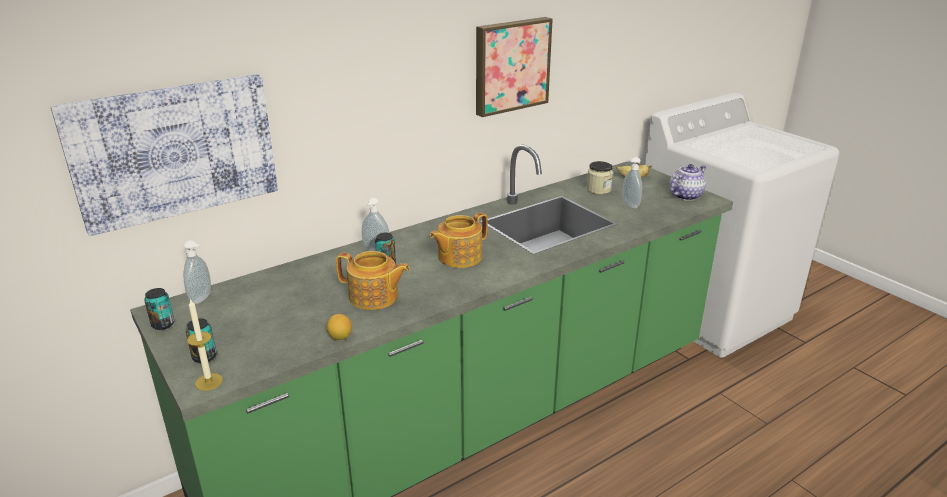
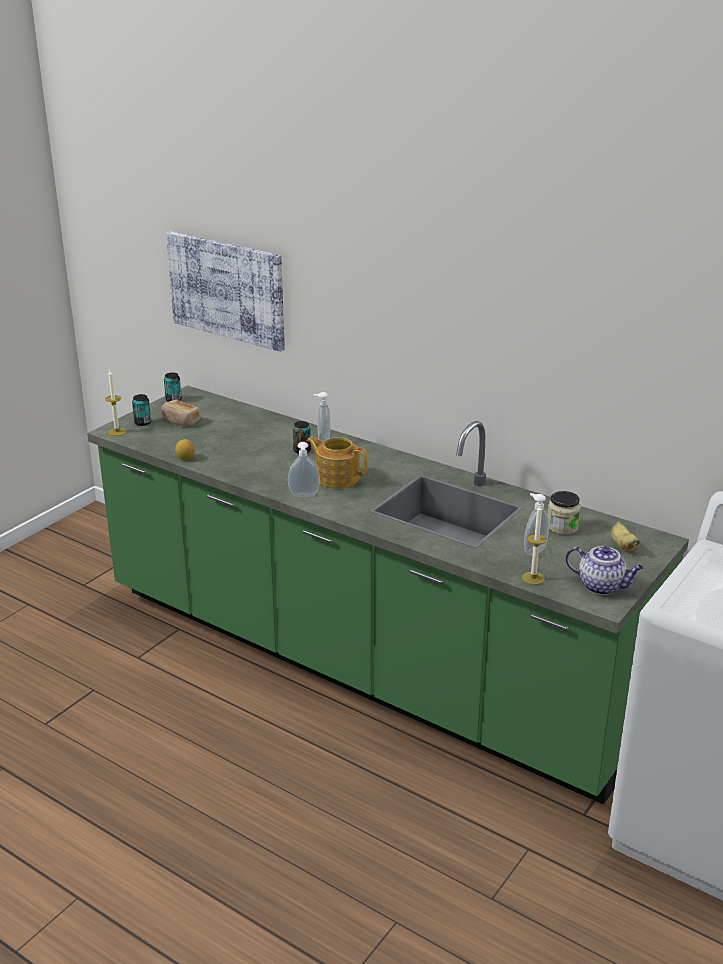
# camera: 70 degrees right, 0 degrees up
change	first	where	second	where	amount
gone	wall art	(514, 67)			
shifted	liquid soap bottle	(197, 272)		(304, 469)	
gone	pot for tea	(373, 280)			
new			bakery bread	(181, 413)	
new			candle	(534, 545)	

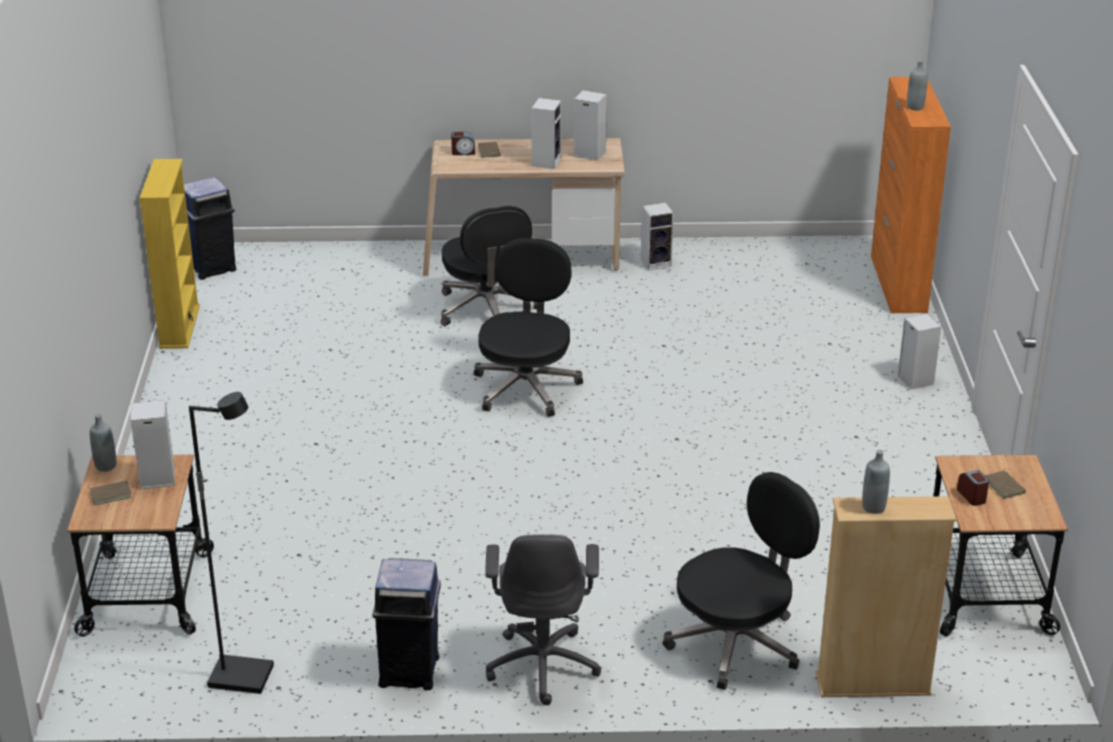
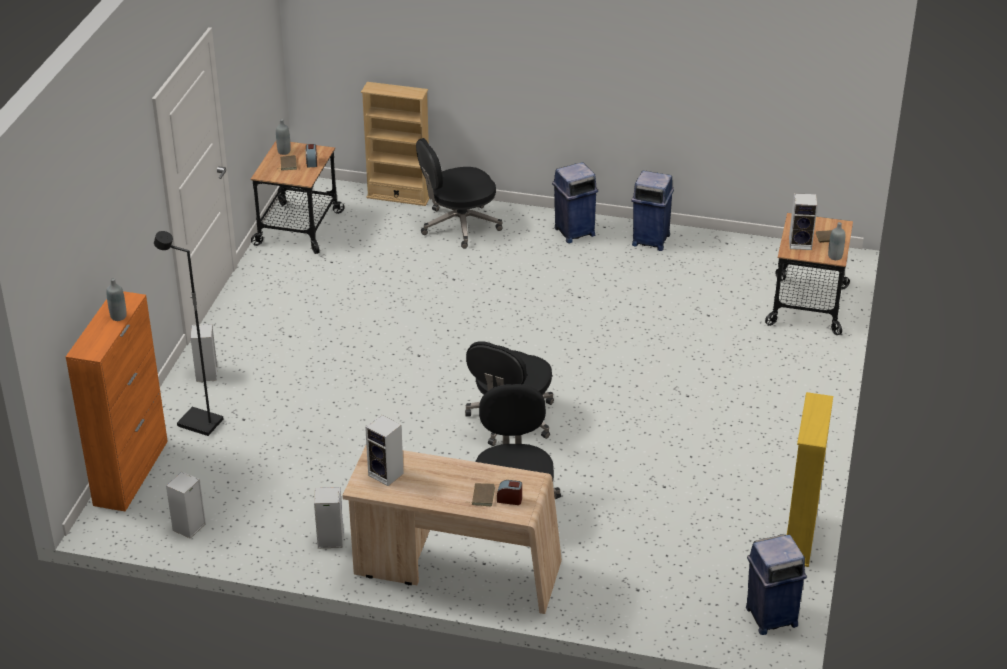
# camera: 165 degrees left, 5 degrees up
change	first	where	second	where	amount
shifted	audio speaker	(546, 133)		(186, 505)	
shifted	blackish standard lamp	(231, 543)		(188, 333)	
shifted	greyish beverage bottle	(876, 482)		(283, 137)	
swapped	greyish computer chair	(543, 619)	blue-coloured trash can	(575, 202)	

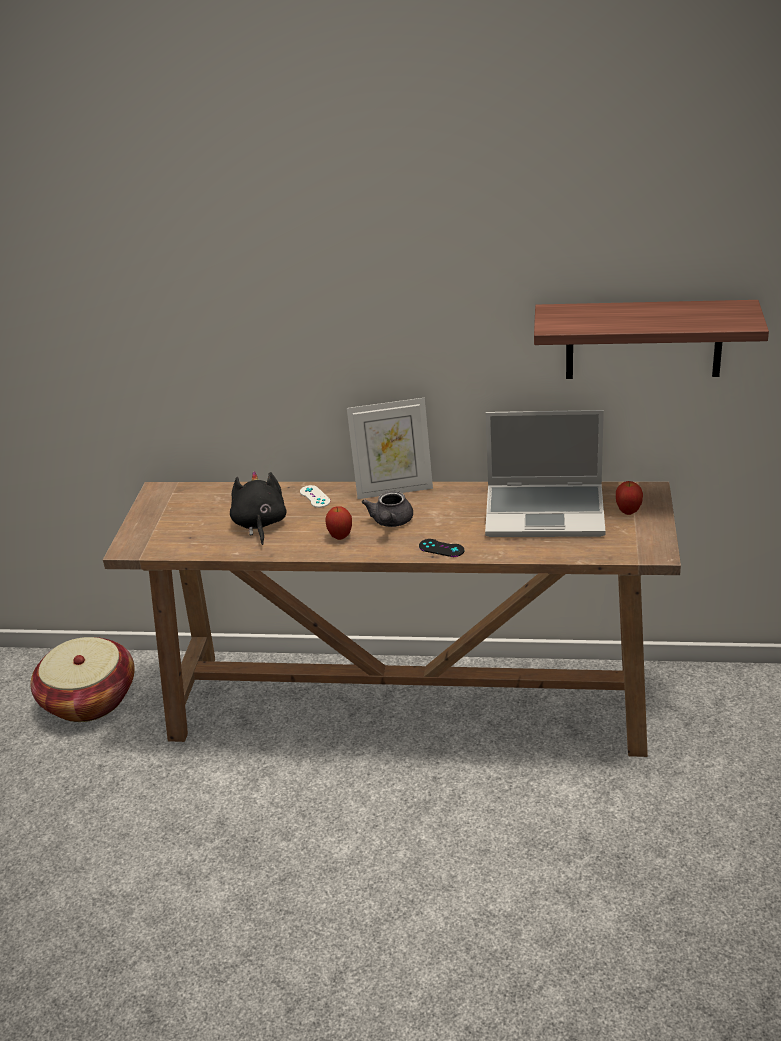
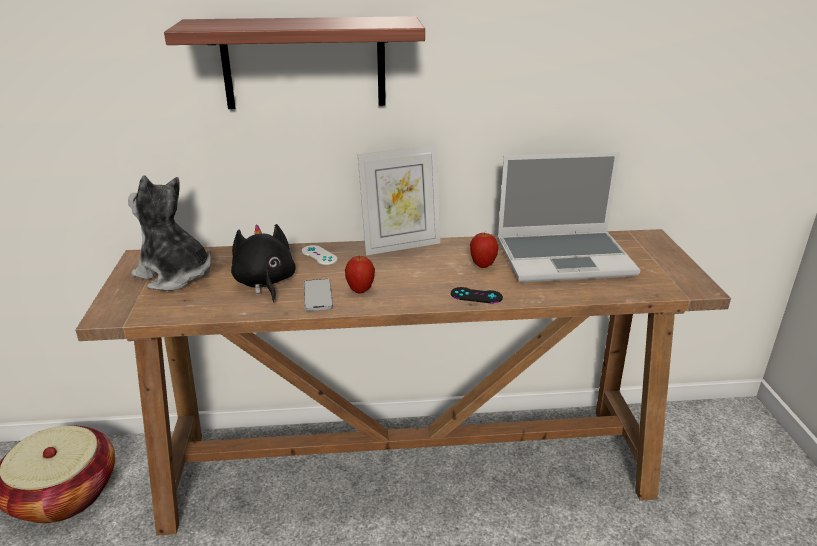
# camera: 15 degrees left, 5 degrees down
change	first	where	second	where	amount
shifted	wall shelf	(651, 339)		(294, 62)	
shifted	apple	(629, 498)		(484, 250)	
gone	greyish pot for tea	(387, 509)			
new			plush toy	(169, 233)	
new			telephone	(318, 295)	

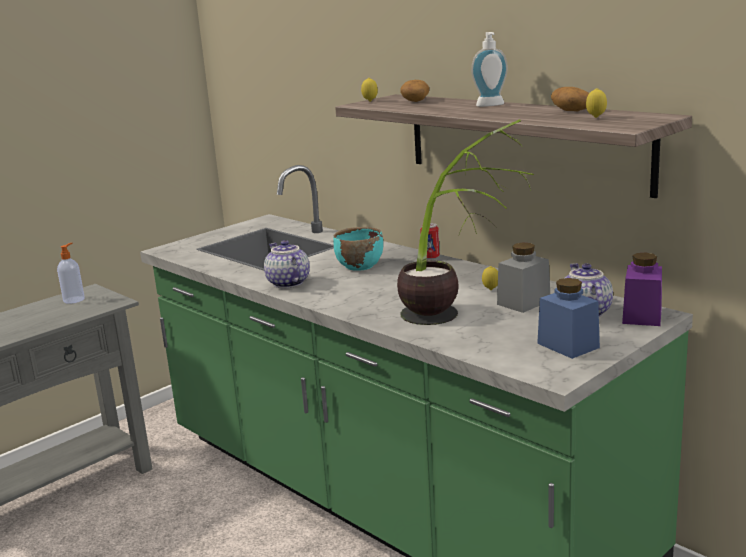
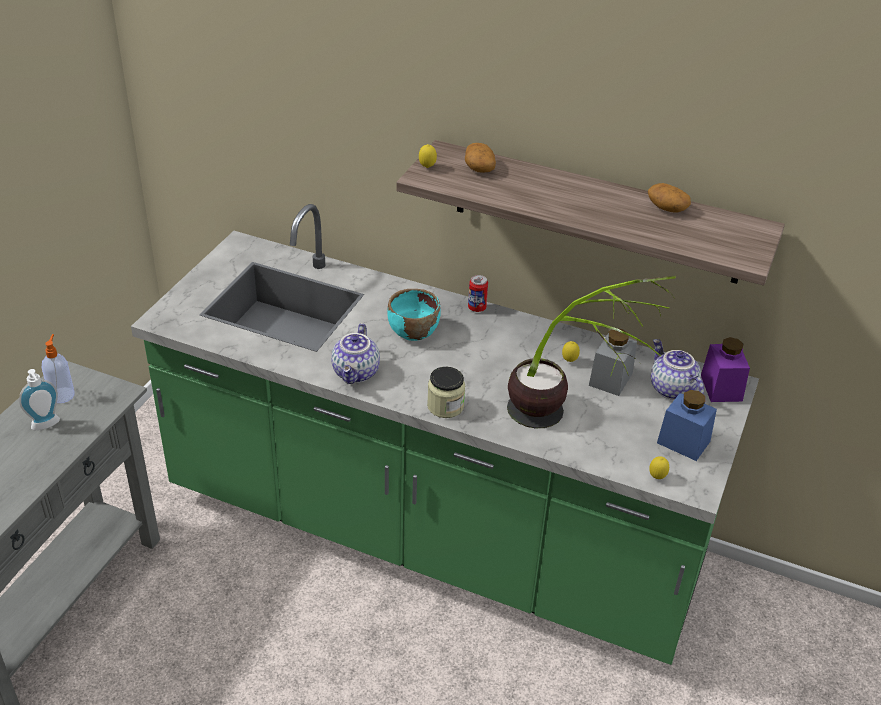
# camera: 25 degrees left, 20 degrees up
change	first	where	second	where	amount
shifted	liquid soap bottle	(489, 69)		(39, 399)	
shifted	lemon	(596, 103)		(659, 467)	
rotated	pot for tea	(287, 264)		(355, 353)	120 degrees counterclockwise
new			preserve jar	(446, 392)	

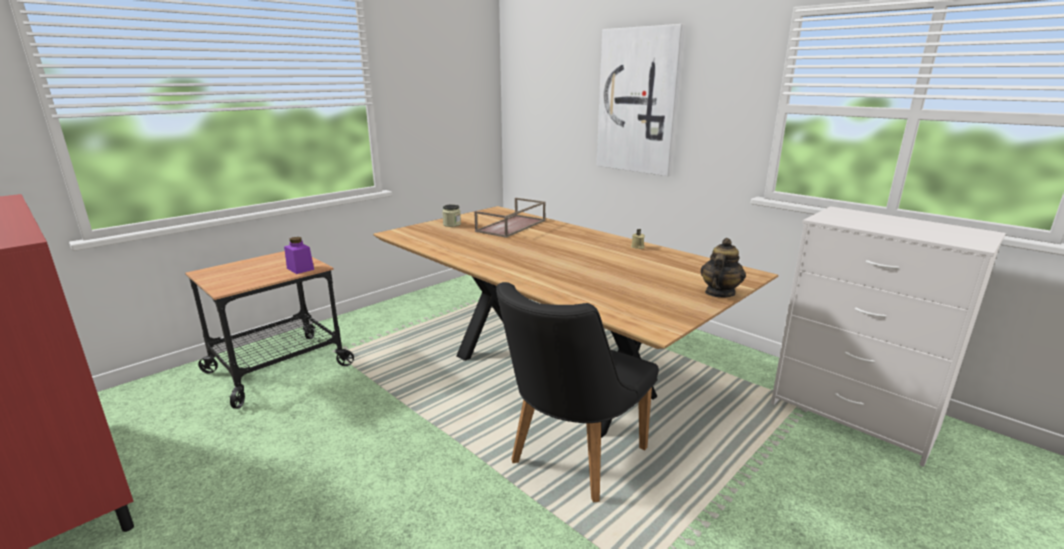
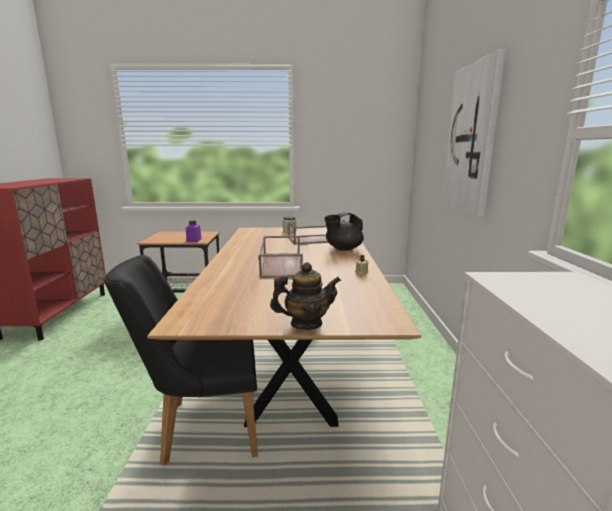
# camera: 45 degrees right, 5 degrees down
change	first	where	second	where	amount
new			blackish pot for tea	(344, 231)	
new			brown tray	(281, 257)	

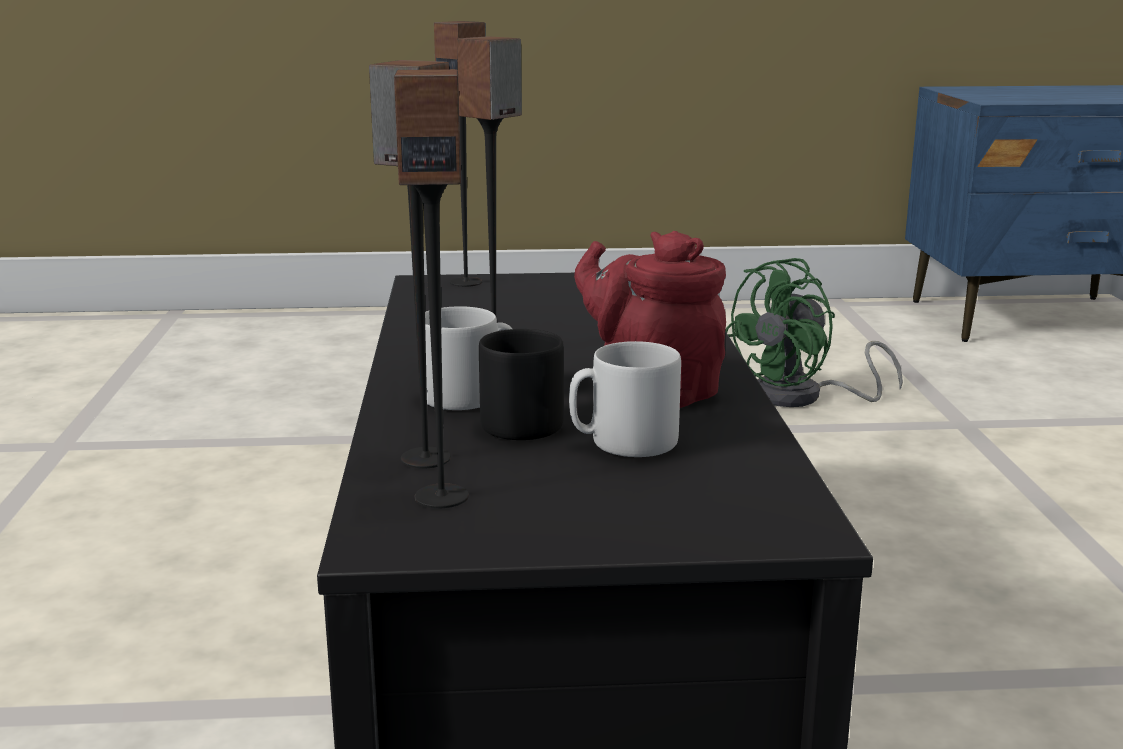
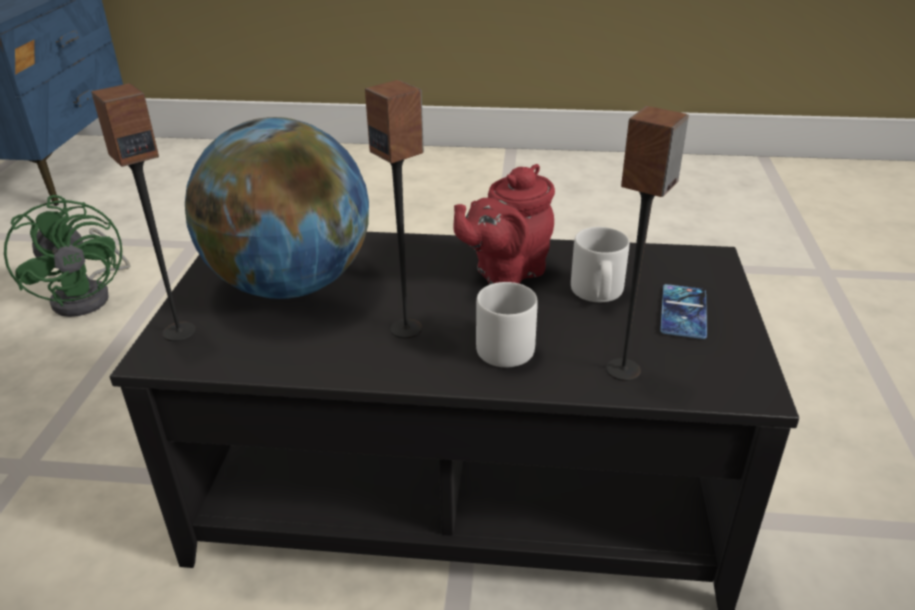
# camera: 80 degrees left, 15 degrees up
change	first	where	second	where	amount
gone	audio speaker	(431, 288)			
gone	blackish coffee mug	(521, 384)			
new			globe	(277, 208)	
new			telephone	(683, 311)	

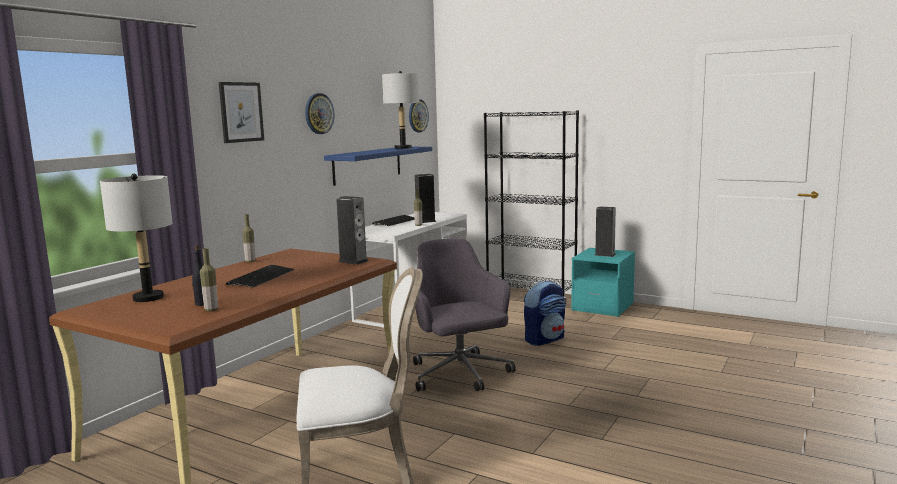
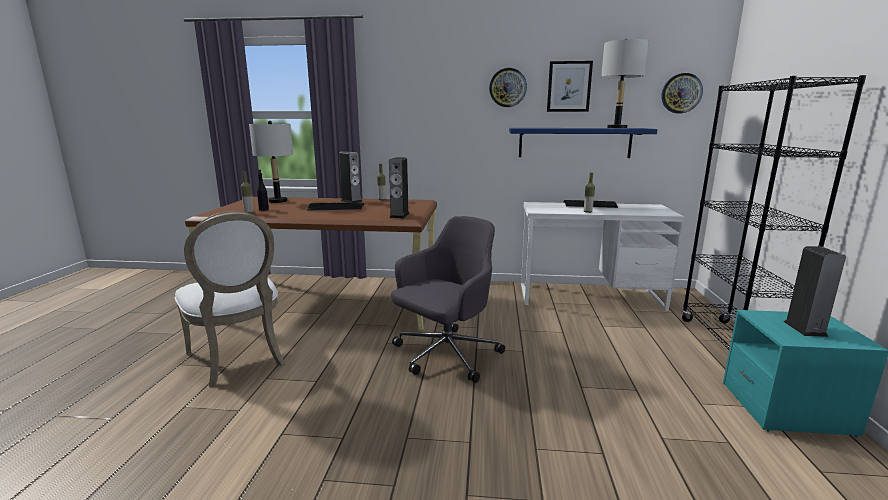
# camera: 65 degrees right, 5 degrees up
change	first	where	second	where	amount
shifted	wall art	(241, 112)		(570, 86)	
shifted	audio speaker	(425, 198)		(350, 177)	
gone	knapsack	(545, 313)			

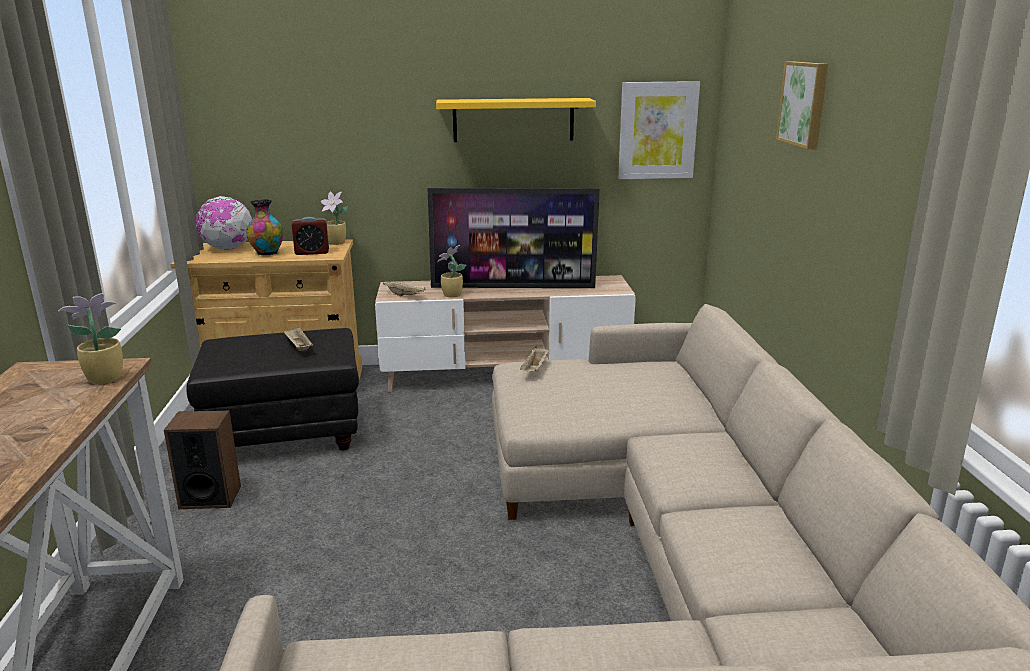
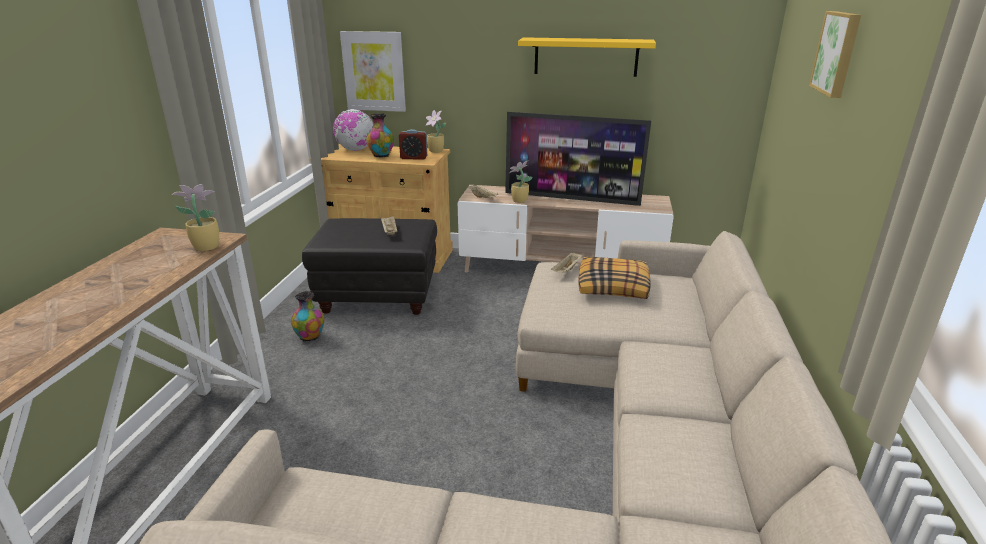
# camera: 15 degrees right, 5 degrees up
change	first	where	second	where	amount
shifted	wall art	(659, 130)		(373, 71)	
swapped	audio speaker	(202, 459)	flower vase	(307, 316)	
new			pillow	(614, 277)	

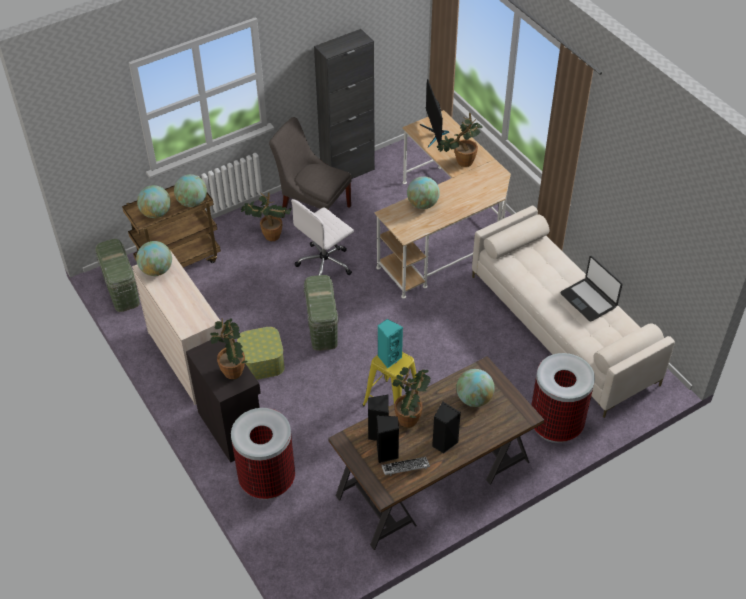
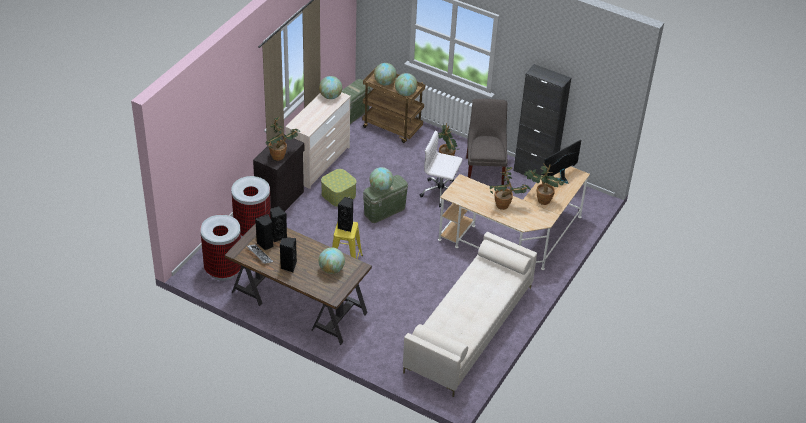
# camera: 60 degrees right, 5 degrees down
change	first	where	second	where	amount
shifted	globe	(423, 192)		(381, 179)	
gone	laptop	(591, 289)			
repainted	blue-green audio speaker	(390, 343)	blackish audio speaker	(345, 214)	
shifted	trash can	(563, 398)		(220, 248)	
shifted	potted plant	(412, 397)		(510, 188)	

